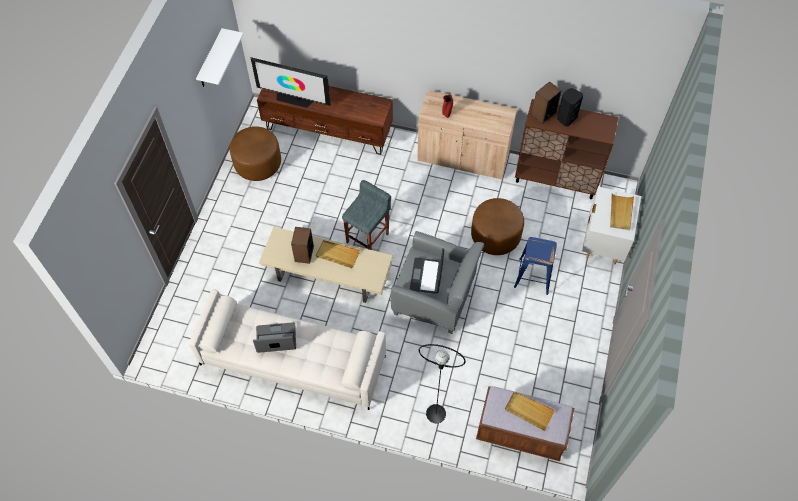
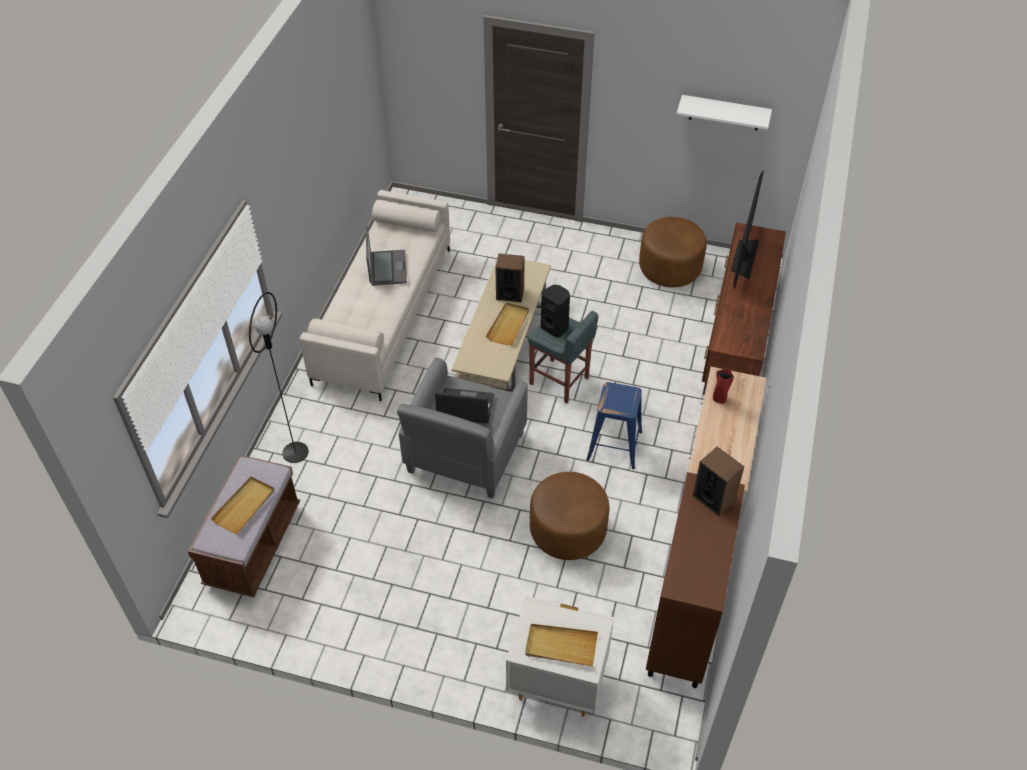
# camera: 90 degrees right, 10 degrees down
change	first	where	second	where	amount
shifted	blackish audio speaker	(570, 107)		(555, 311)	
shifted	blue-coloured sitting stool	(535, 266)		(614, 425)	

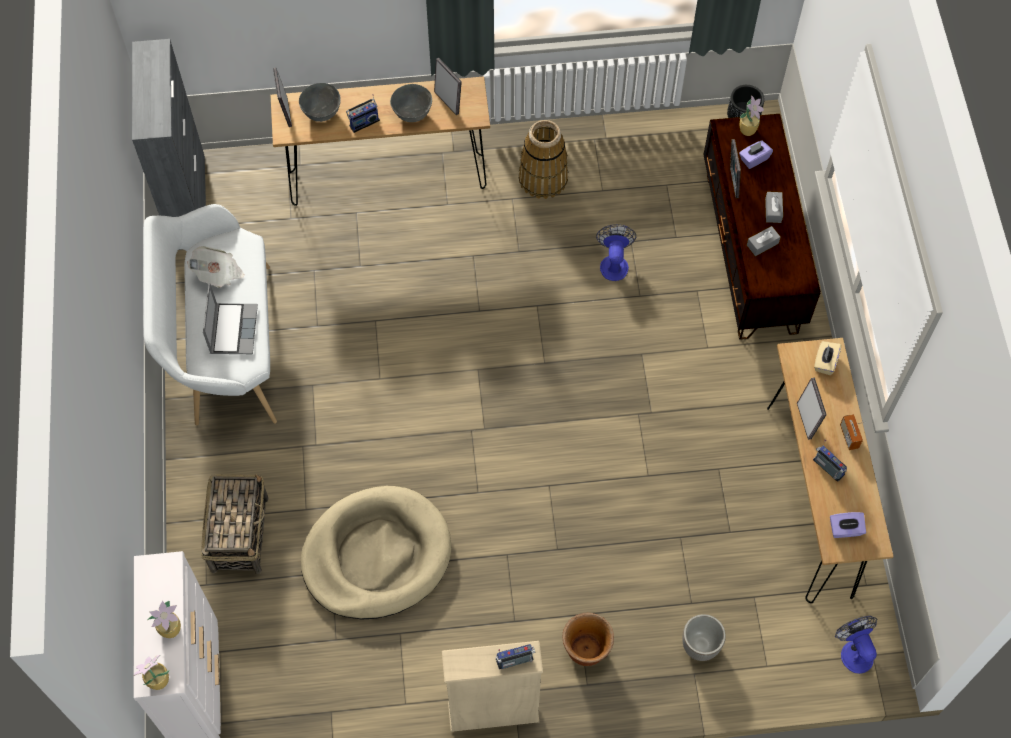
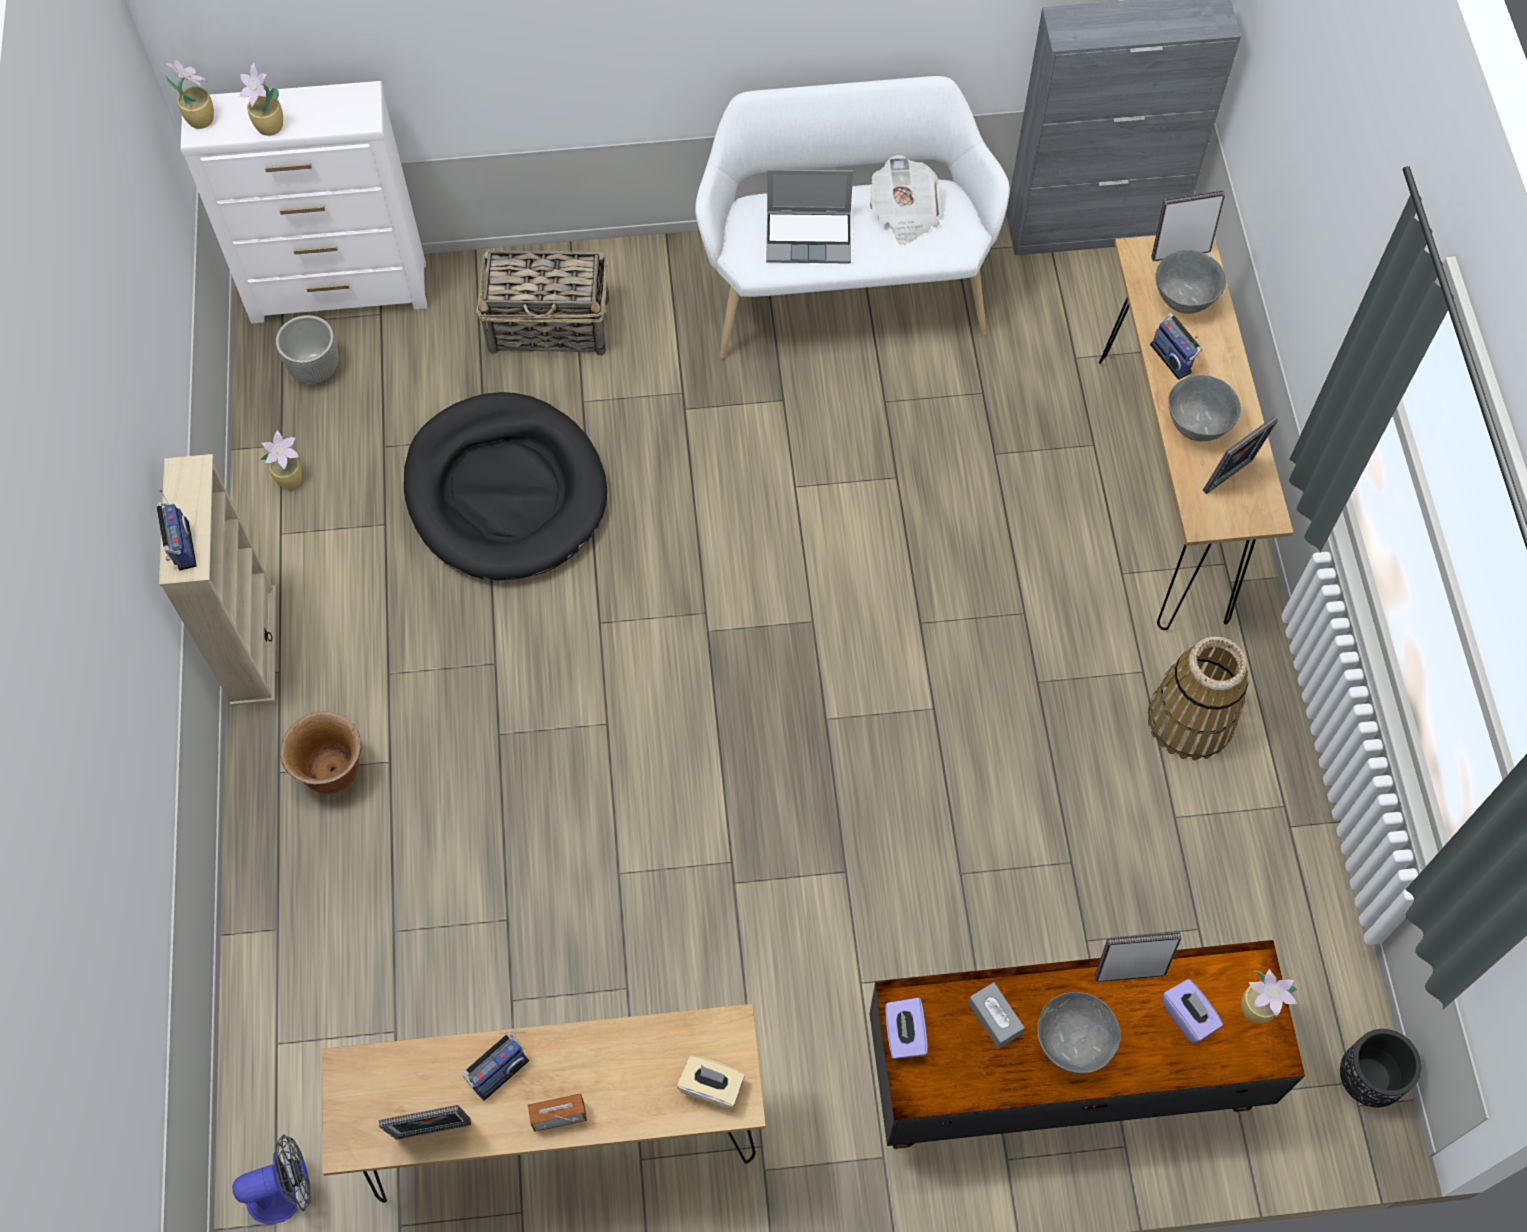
# camera: 90 degrees right, 0 degrees up
change	first	where	second	where	amount
swapped	greyish tissue box	(774, 207)	greyish serving bowl	(1079, 1033)	
gone	electric fan	(616, 252)			
shifted	standing frame	(812, 409)		(425, 1122)	
repainted	beige dog cushion	(376, 553)	blackish dog cushion	(505, 486)	
shifted	purple-coloured tissue box	(848, 525)		(907, 1028)	
shifted	planter	(704, 637)		(307, 349)	
new			potted plant	(281, 459)	

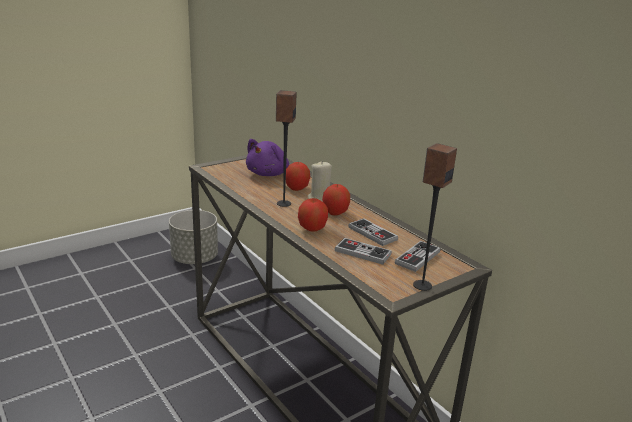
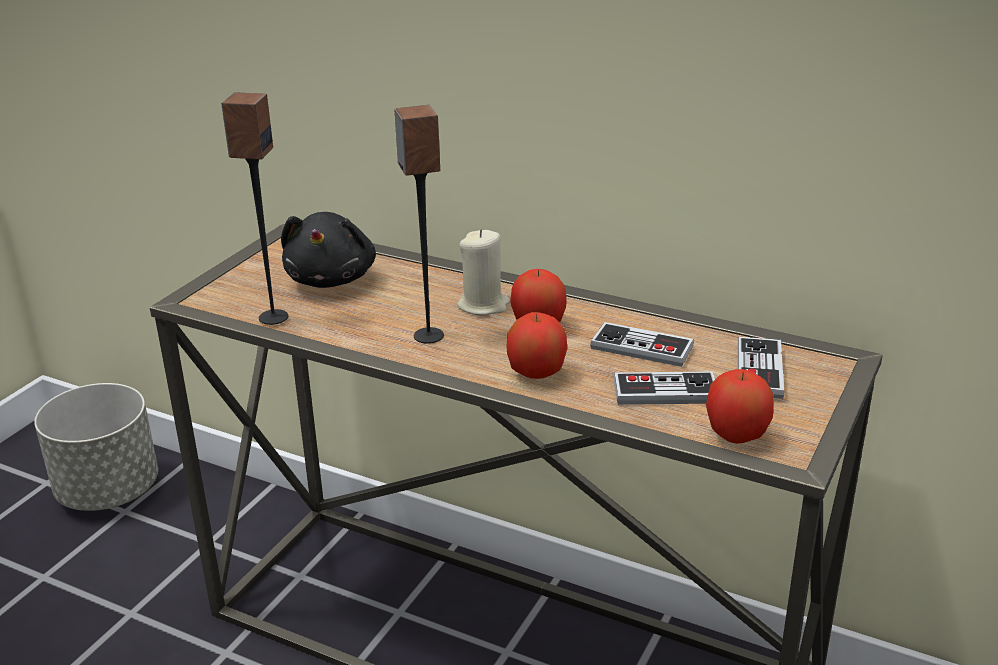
# camera: 25 degrees left, 5 degrees up
change	first	where	second	where	amount
repainted	purple-coloured plush toy	(267, 157)	blackish plush toy	(328, 250)	
shifted	audio speaker	(435, 217)		(254, 208)	
shifted	apple	(298, 176)		(740, 406)	

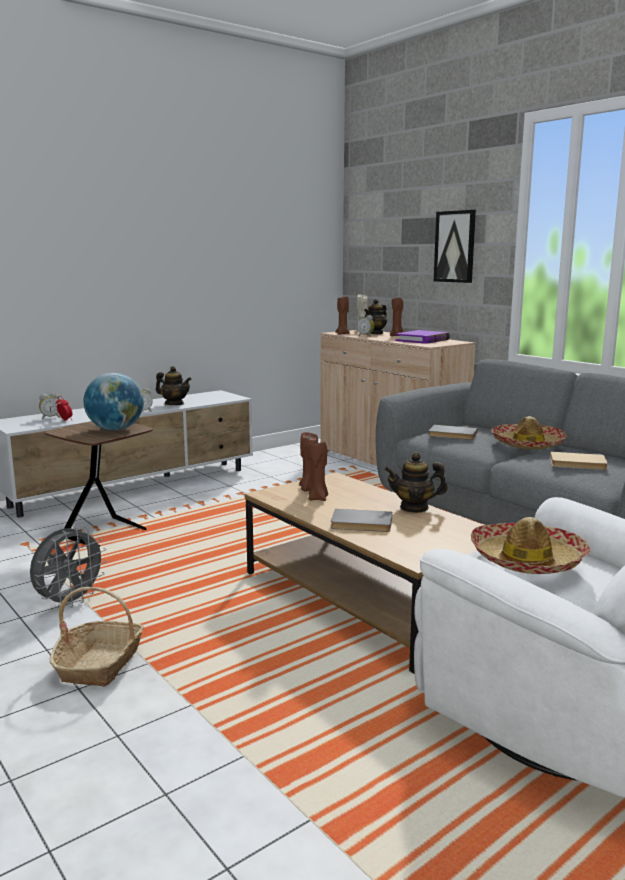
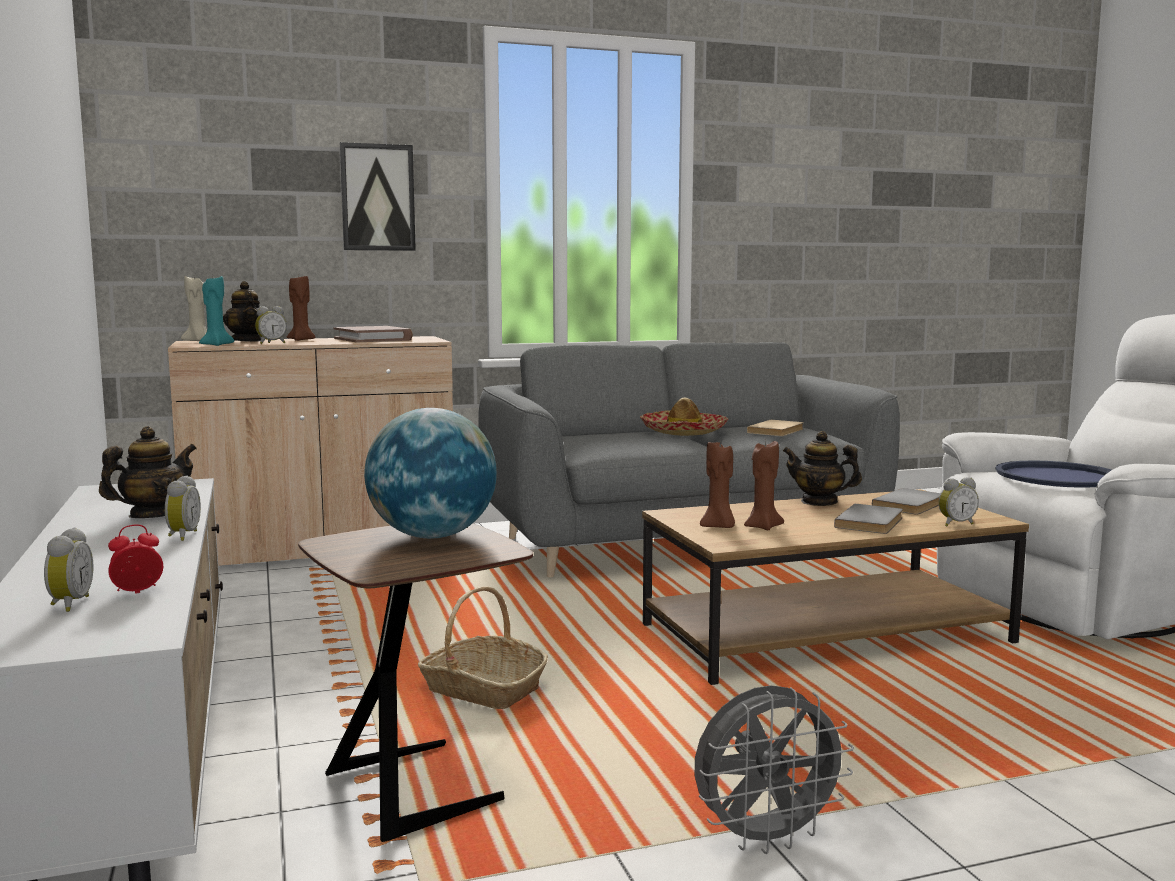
# camera: 70 degrees left, 5 degrees down
change	first	where	second	where	amount
repainted	brown candle	(342, 315)	blue-green candle	(216, 311)	
repainted	purple-coloured volume	(422, 337)	brown volume	(373, 334)	
shifted	greyish volume	(453, 432)		(906, 501)	
rotated	pot for tea	(416, 482)		(822, 468)	90 degrees clockwise
swapped	clothing hat	(531, 545)	blue-coloured tray	(1053, 474)	
rotated	greyish electric fan	(68, 568)		(774, 769)	105 degrees clockwise
shifted	storage basket	(97, 637)		(483, 647)	
new			bedside clock	(959, 501)	

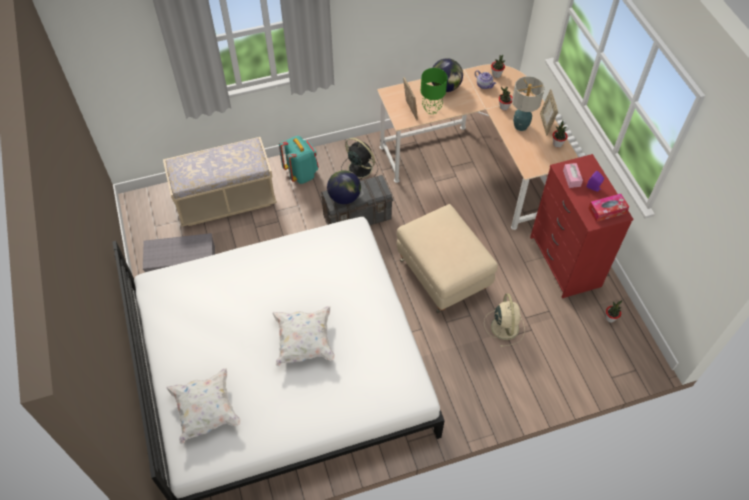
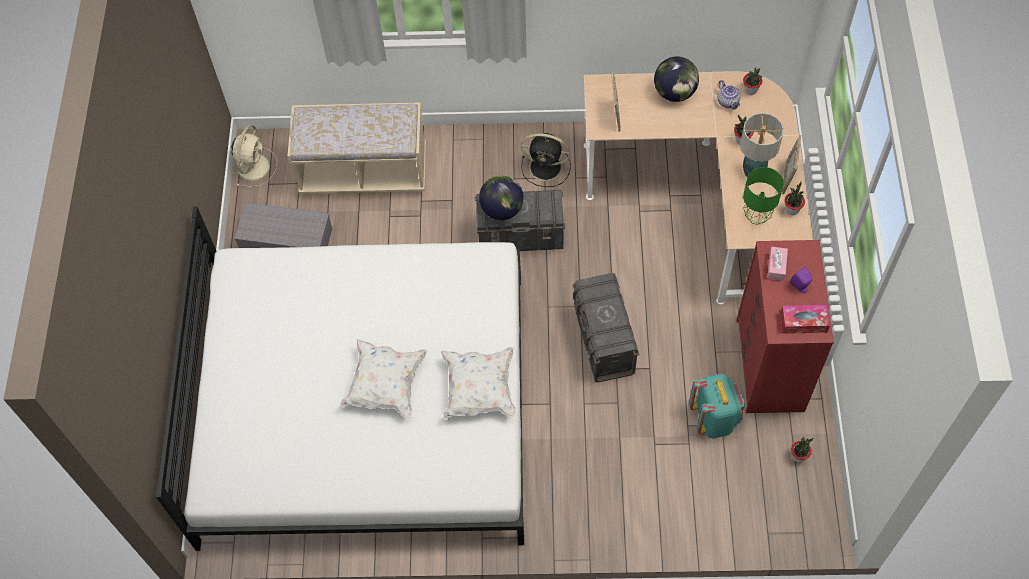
# camera: 20 degrees right, 5 degrees up
change	first	where	second	where	amount
shifted	greenish lamp for a table	(434, 91)		(763, 196)	
shifted	blue-green knapsack	(299, 160)		(717, 406)	
rotated	blackish electric fan	(359, 159)		(546, 160)	135 degrees clockwise
swapped	beige pouffe	(447, 258)	greyish storage container	(606, 327)	
shifted	beige electric fan	(504, 320)		(254, 156)	
shifted	whitish pillow	(203, 406)		(478, 383)	

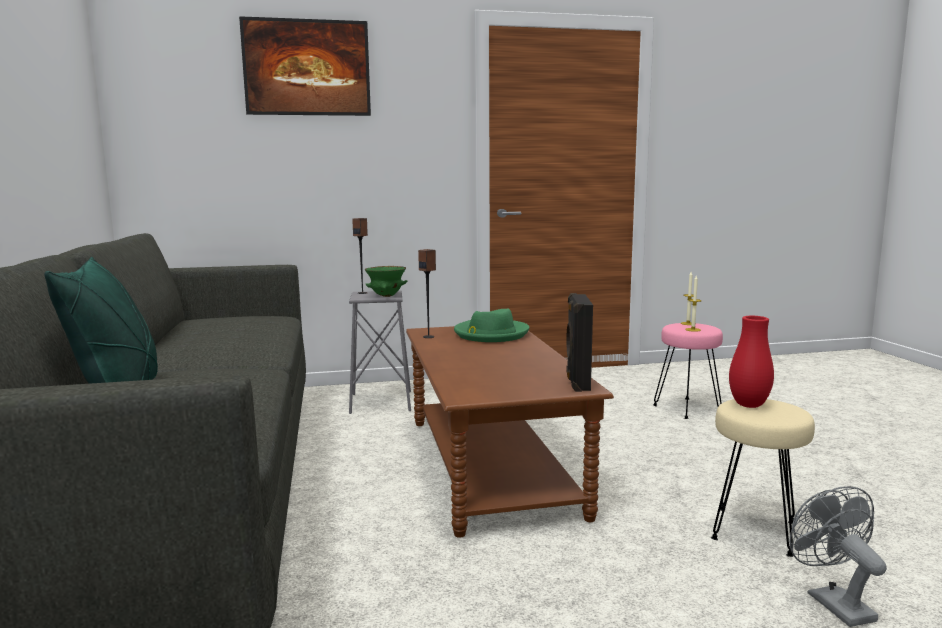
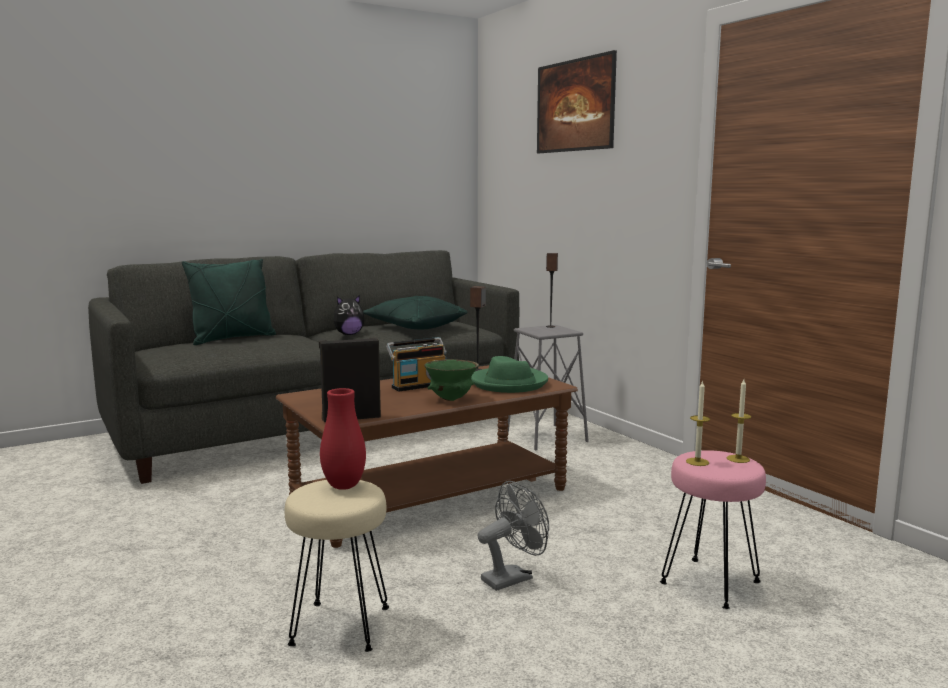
# camera: 70 degrees right, 0 degrees up
change	first	where	second	where	amount
shifted	greenish serving bowl	(386, 281)		(451, 380)	
shifted	greyish electric fan	(838, 556)		(513, 536)	
new			plush toy	(349, 315)	
new			greenish pillow	(415, 312)	
new			radio	(416, 364)	

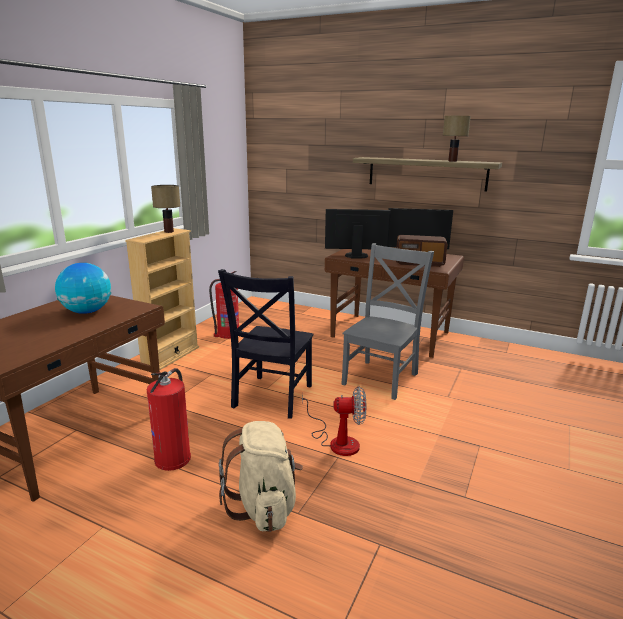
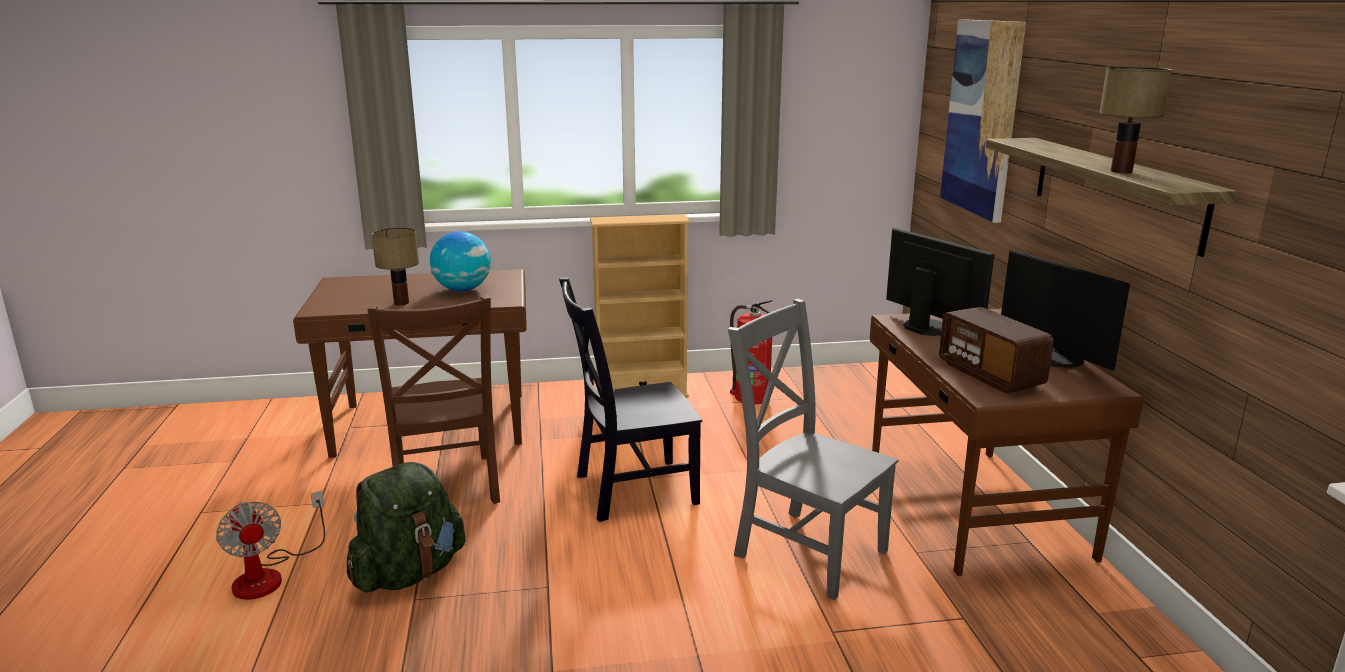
# camera: 55 degrees right, 0 degrees up
change	first	where	second	where	amount
shifted	lamp for a table	(165, 209)		(395, 266)	
rotated	greyish chair	(387, 321)		(813, 449)	135 degrees counterclockwise
swapped	fire-fighting cylinder	(169, 419)	brown chair	(434, 400)	
shifted	electric fan	(334, 421)		(270, 545)	
repainted	beige knapsack	(261, 476)	greenish knapsack	(406, 527)	
new			wall art	(983, 121)	

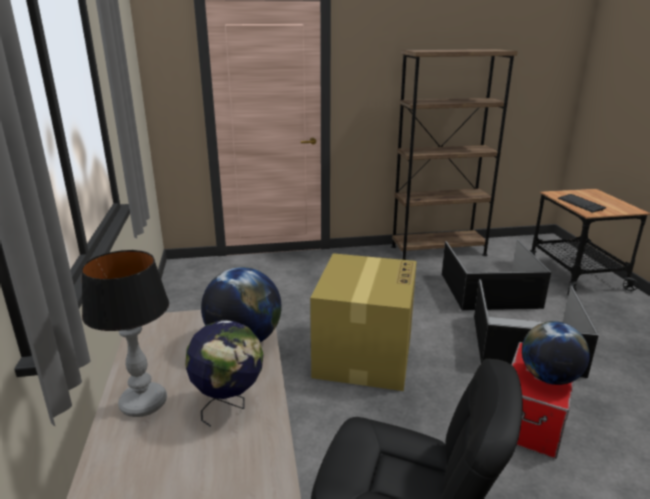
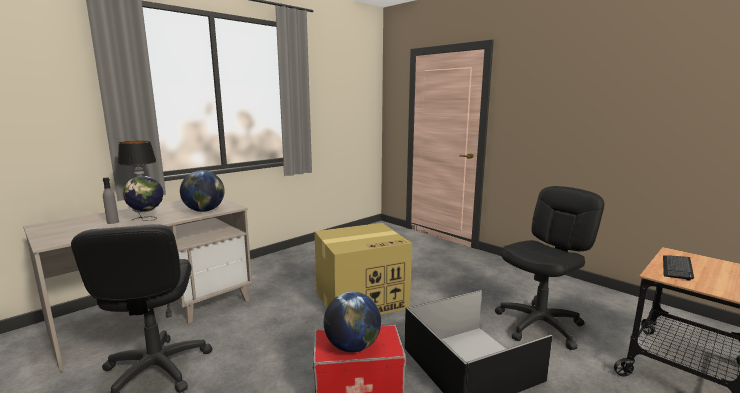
# camera: 55 degrees right, 10 degrees down
change	first	where	second	where	amount
gone	brown shelving unit	(454, 154)			
swapped	blackish storage container	(496, 275)	blackish computer chair	(549, 268)	
new			greyish beverage bottle	(111, 200)	

